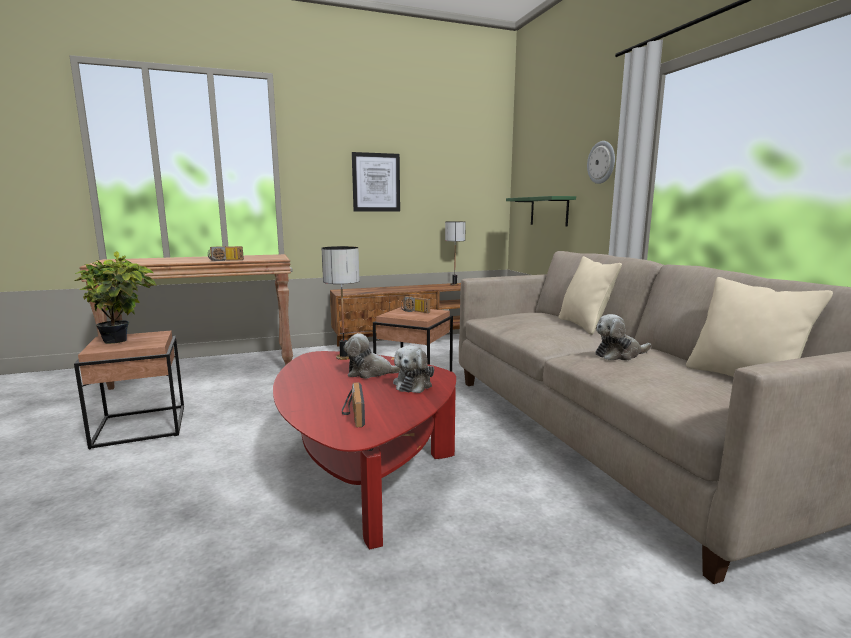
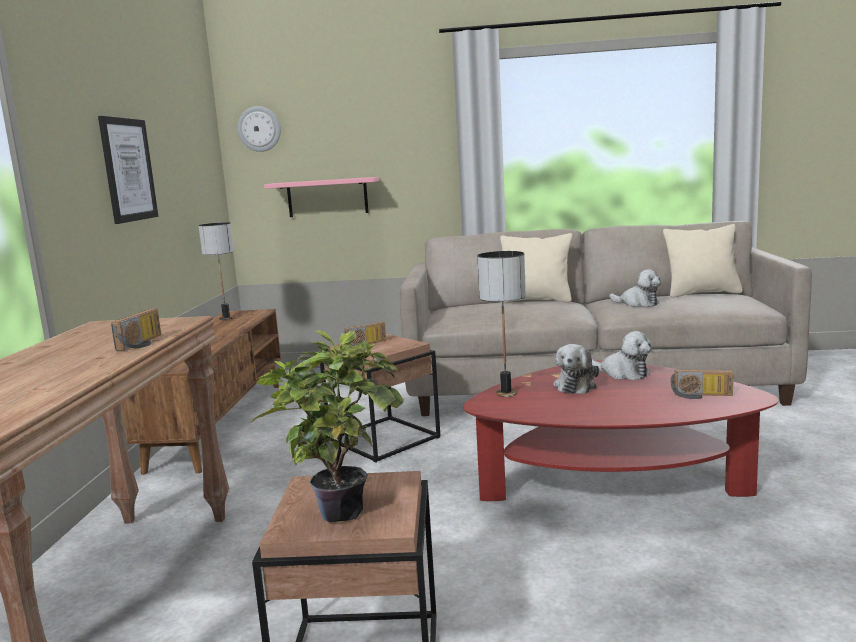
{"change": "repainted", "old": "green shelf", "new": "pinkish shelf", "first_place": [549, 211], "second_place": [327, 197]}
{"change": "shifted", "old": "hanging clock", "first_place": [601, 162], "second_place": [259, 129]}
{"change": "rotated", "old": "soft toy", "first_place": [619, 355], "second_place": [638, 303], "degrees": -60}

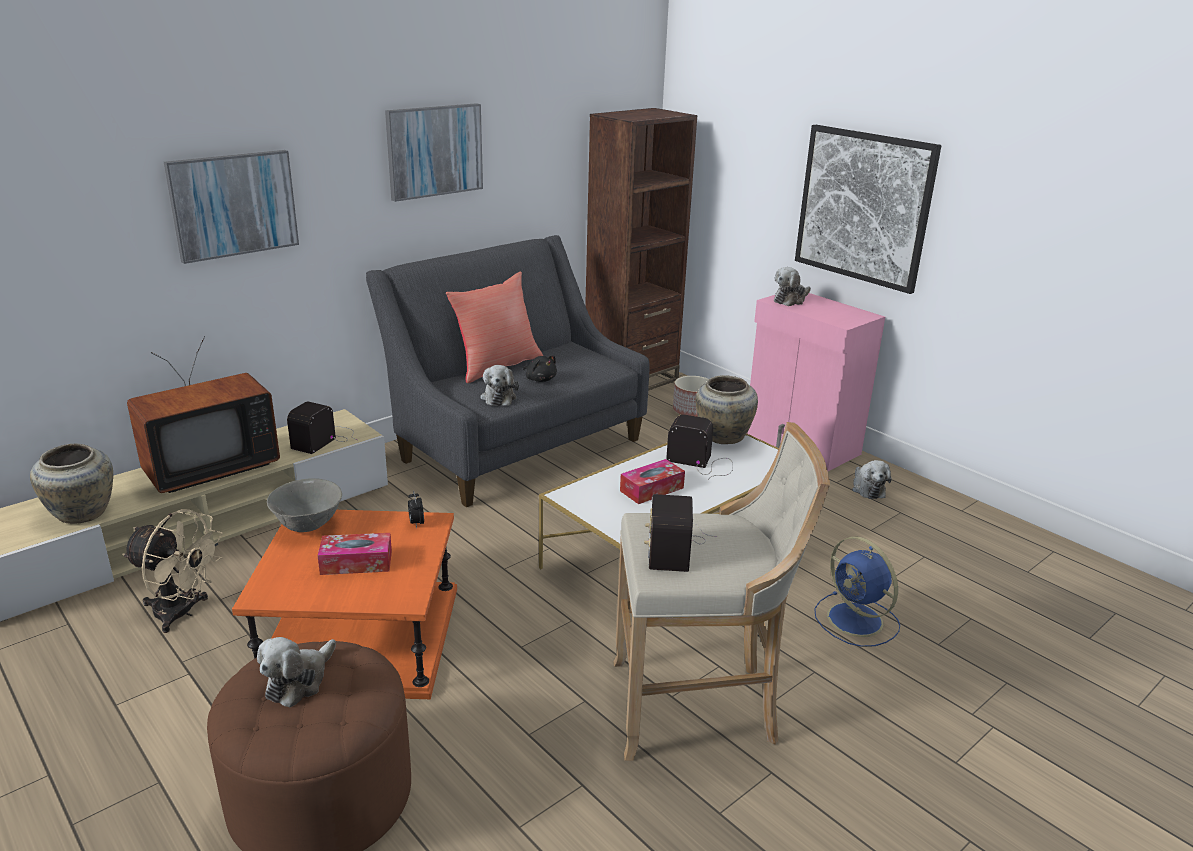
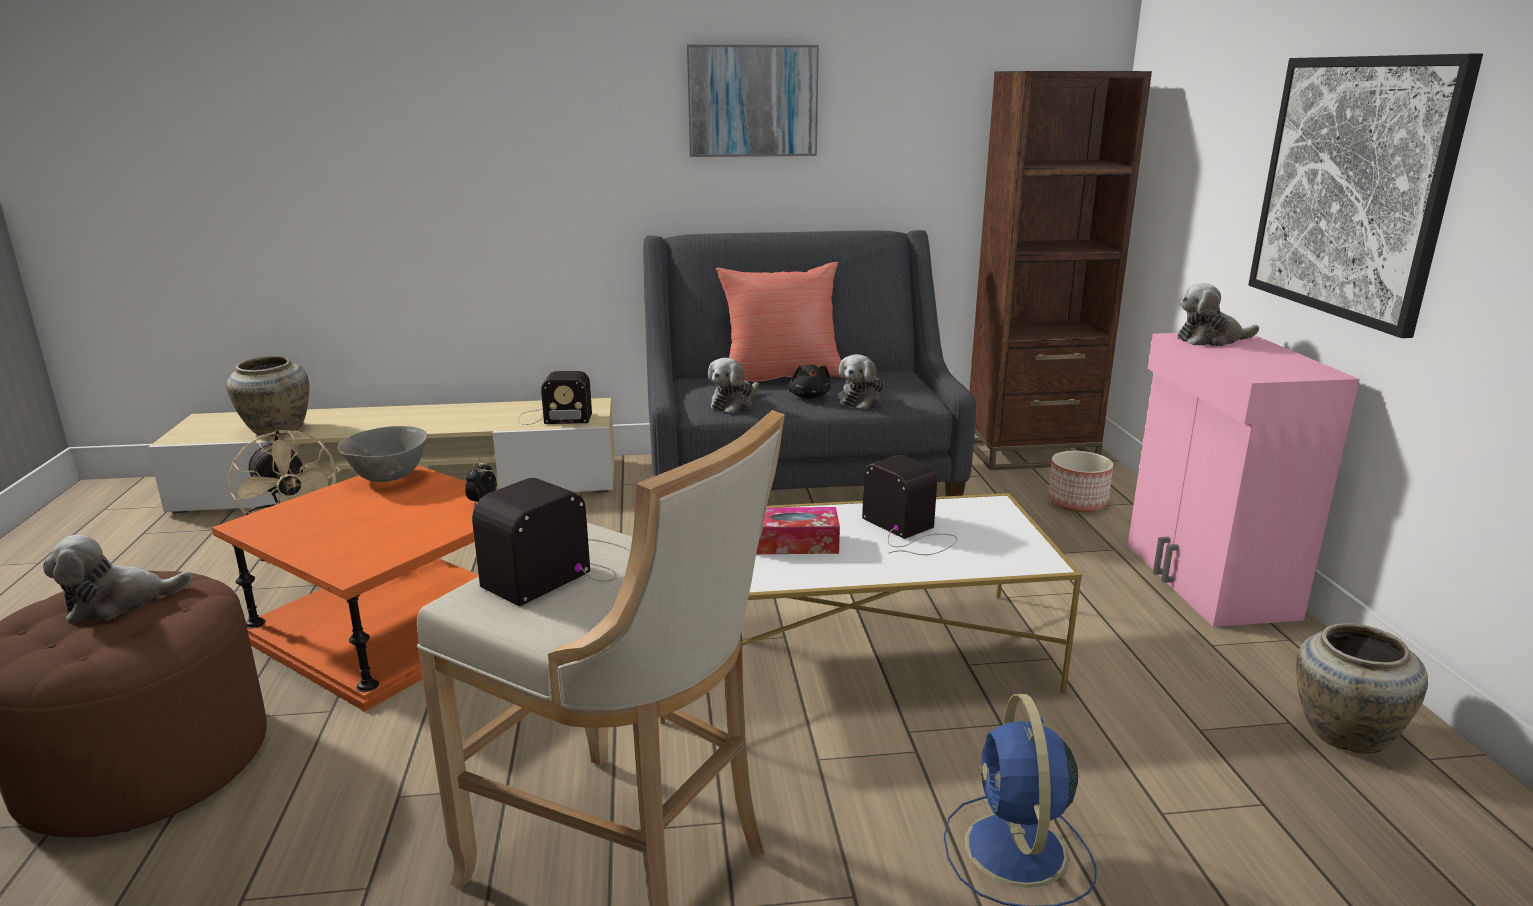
{"change": "gone", "old": "television", "first_place": [208, 468]}
{"change": "gone", "old": "picture", "first_place": [233, 205]}
{"change": "rotated", "old": "radio set", "first_place": [325, 438], "second_place": [552, 417], "degrees": -150}
{"change": "gone", "old": "tissue box", "first_place": [356, 563]}
{"change": "shifted", "old": "beige decorative vase", "first_place": [722, 437], "second_place": [1342, 733]}
{"change": "shifted", "old": "soft toy", "first_place": [867, 488], "second_place": [861, 399]}

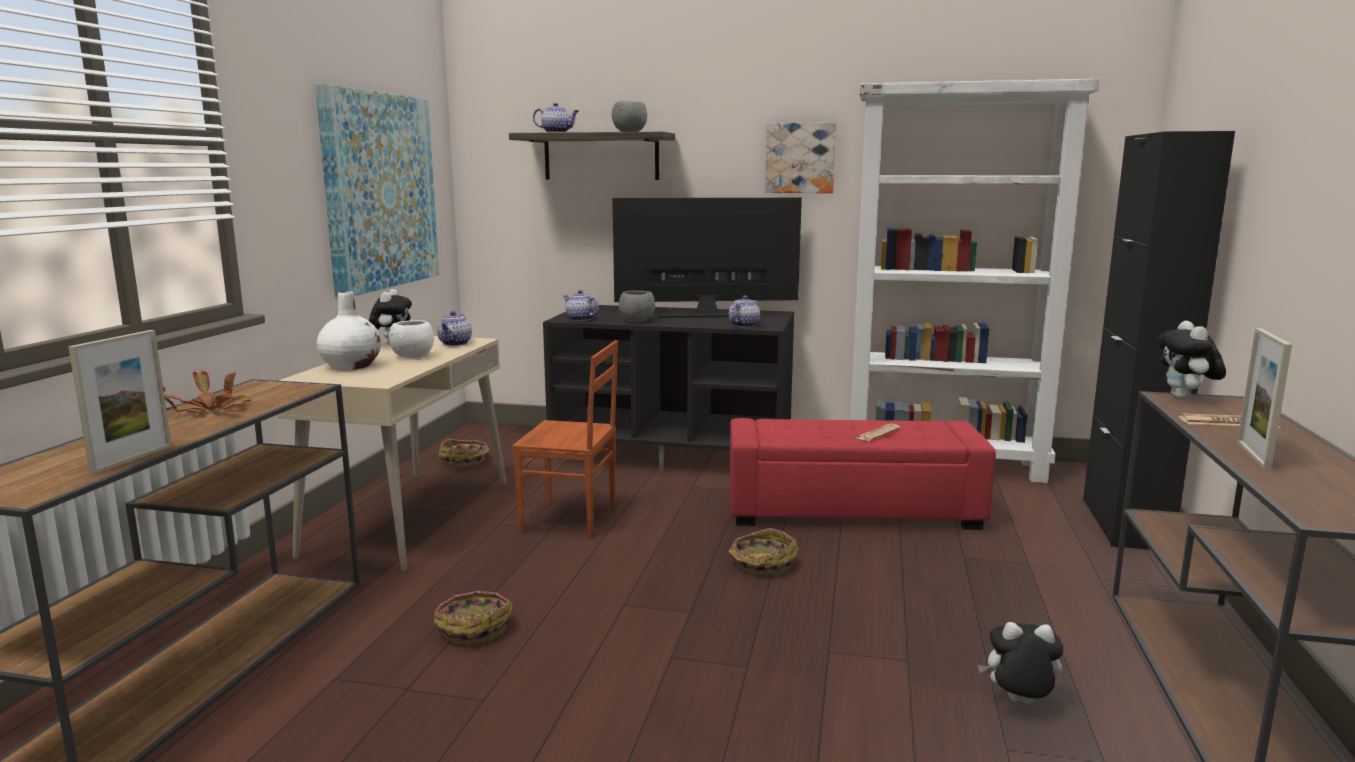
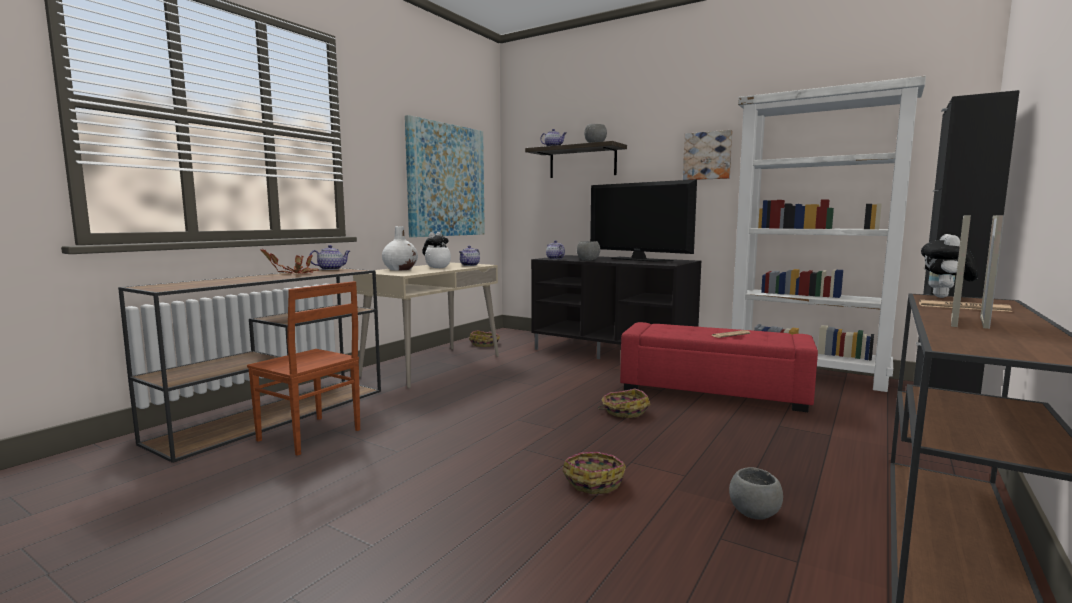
{"change": "shifted", "old": "picture frame", "first_place": [132, 459], "second_place": [984, 322]}
{"change": "shifted", "old": "basket", "first_place": [474, 628], "second_place": [594, 481]}
{"change": "shifted", "old": "brown-coloured upright chair", "first_place": [570, 518], "second_place": [309, 436]}
{"change": "rotated", "old": "television", "first_place": [707, 314], "second_place": [638, 259], "degrees": -150}
{"change": "shifted", "old": "pot for tea", "first_place": [744, 325], "second_place": [331, 269]}
{"change": "swapped", "old": "soft toy", "new": "grey deep dish", "first_place": [1018, 703], "second_place": [753, 513]}

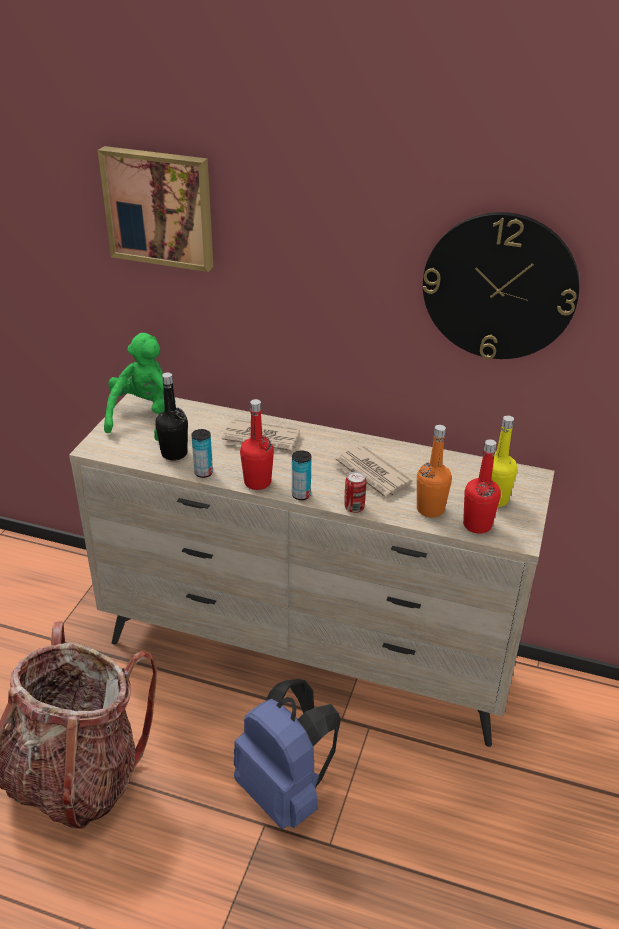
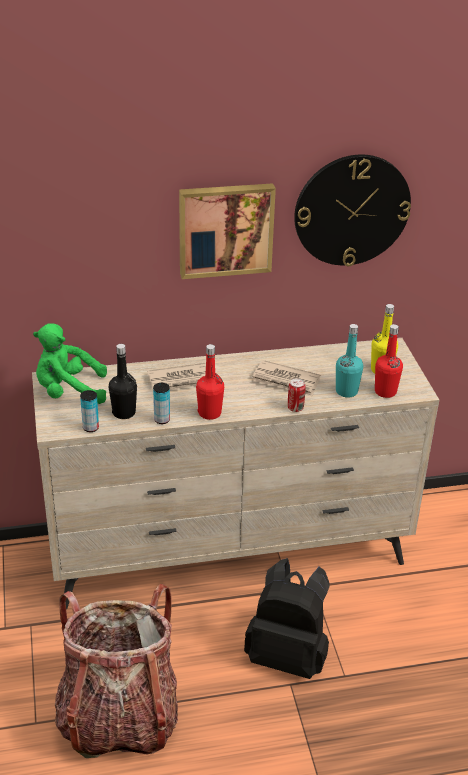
{"change": "shifted", "old": "picture", "first_place": [160, 207], "second_place": [225, 229]}
{"change": "rotated", "old": "green soft toy", "first_place": [144, 417], "second_place": [69, 392], "degrees": -75}
{"change": "repainted", "old": "blue-coloured rucksack", "new": "black-coloured rucksack", "first_place": [285, 791], "second_place": [288, 656]}
{"change": "shifted", "old": "metal can", "first_place": [301, 495], "second_place": [91, 428]}
{"change": "repainted", "old": "orange-coloured drink bottle", "new": "turquoise-coloured drink bottle", "first_place": [430, 509], "second_place": [346, 391]}

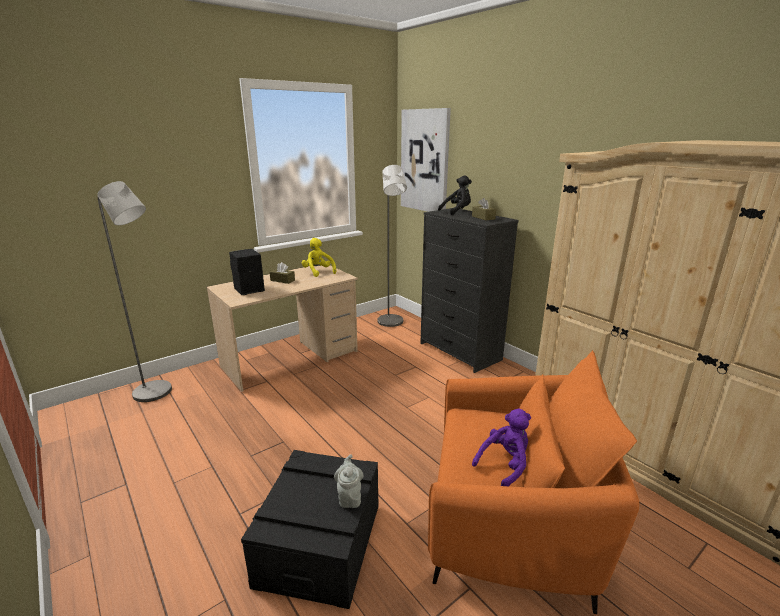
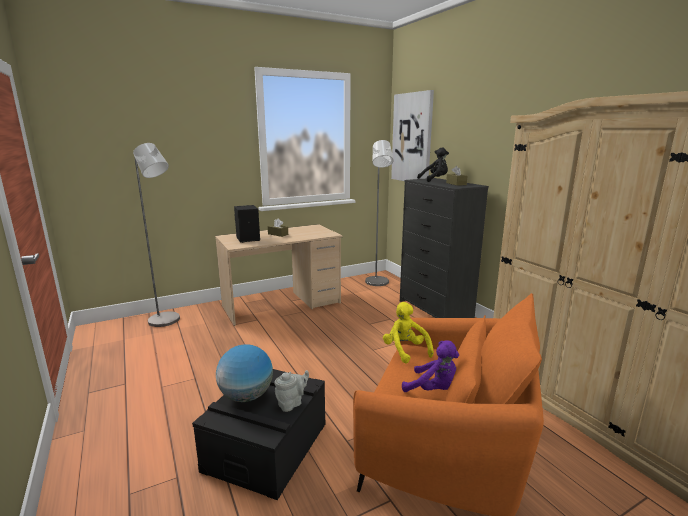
{"change": "shifted", "old": "yellow soft toy", "first_place": [318, 272], "second_place": [405, 351]}
{"change": "rotated", "old": "grey pot for tea", "first_place": [349, 496], "second_place": [291, 403], "degrees": 45}
{"change": "rotated", "old": "purple-coloured soft toy", "first_place": [505, 465], "second_place": [434, 390], "degrees": 60}
{"change": "new", "new": "world globe", "second_place": [246, 396]}

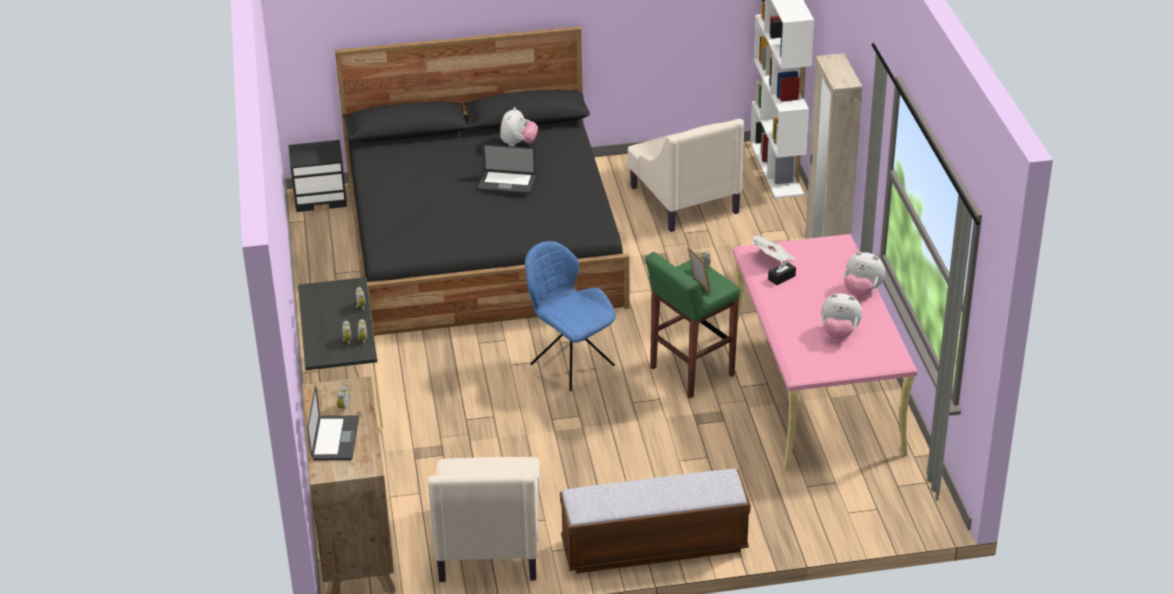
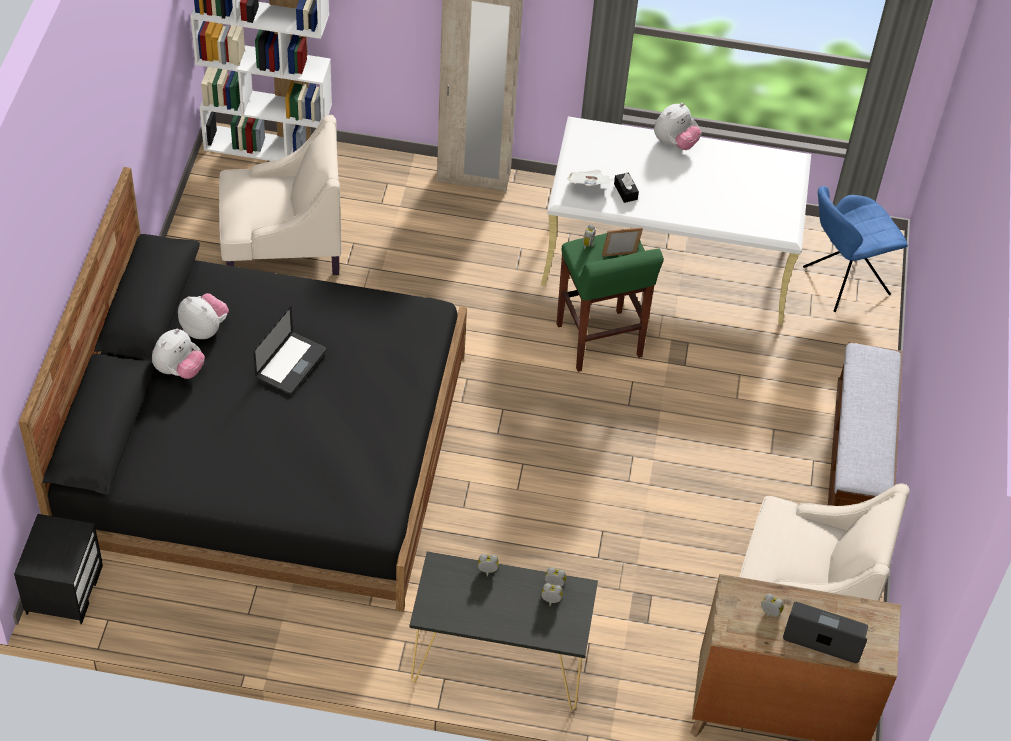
{"change": "shifted", "old": "blue-coloured upright chair", "first_place": [570, 363], "second_place": [843, 281]}
{"change": "repainted", "old": "pinkish desk", "new": "whitish desk", "first_place": [816, 390], "second_place": [669, 257]}
{"change": "shifted", "old": "soft toy", "first_place": [839, 333], "second_place": [179, 370]}

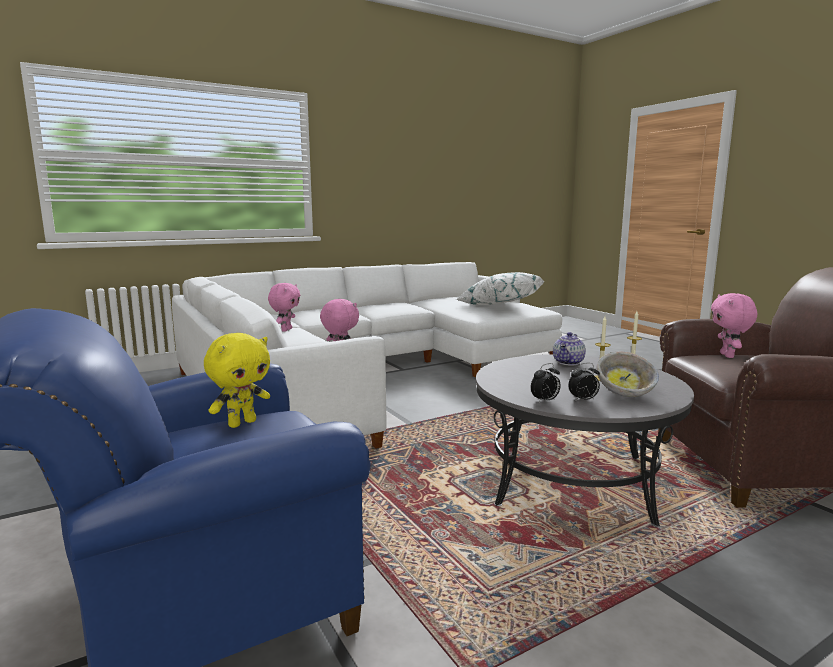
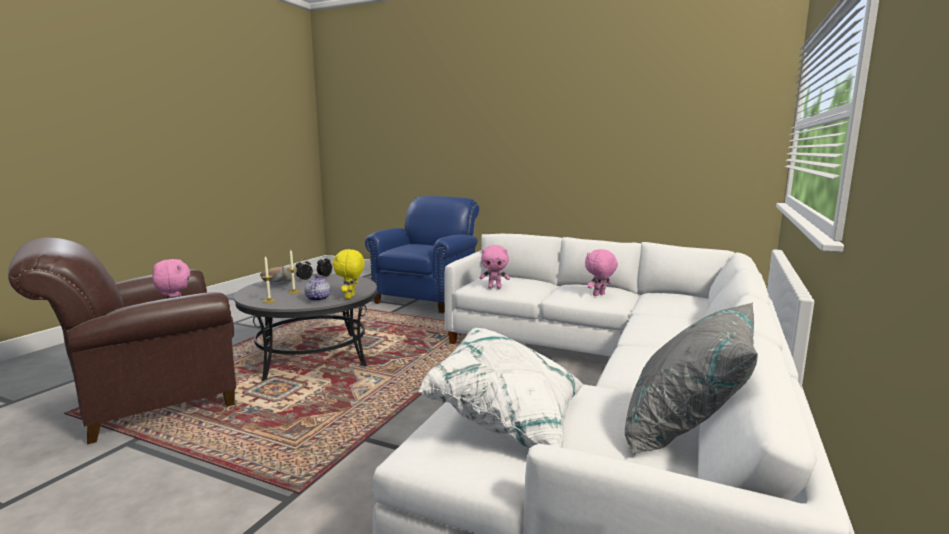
{"change": "shifted", "old": "yellow soft toy", "first_place": [242, 423], "second_place": [350, 297]}
{"change": "rotated", "old": "pinkish soft toy", "first_place": [286, 330], "second_place": [599, 295], "degrees": 75}
{"change": "new", "new": "grey cushion", "second_place": [685, 429]}

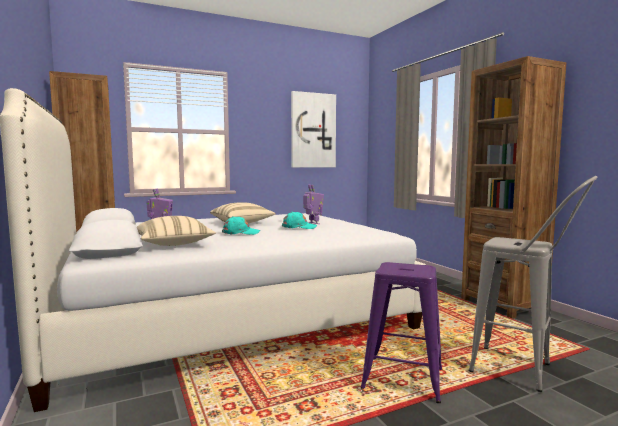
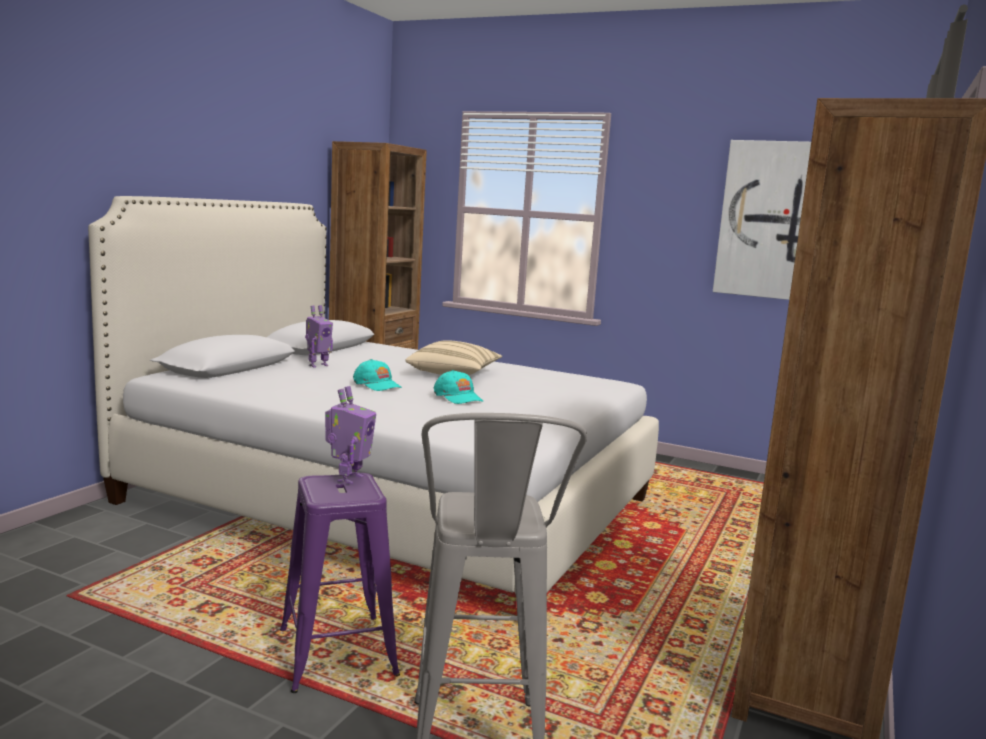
{"change": "gone", "old": "beige cushion", "first_place": [174, 244]}
{"change": "shifted", "old": "robot figure", "first_place": [313, 223], "second_place": [348, 478]}

